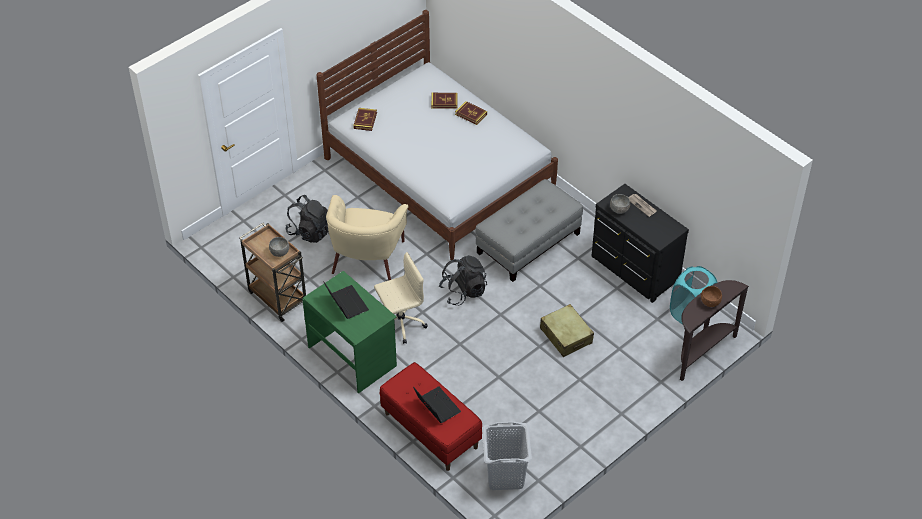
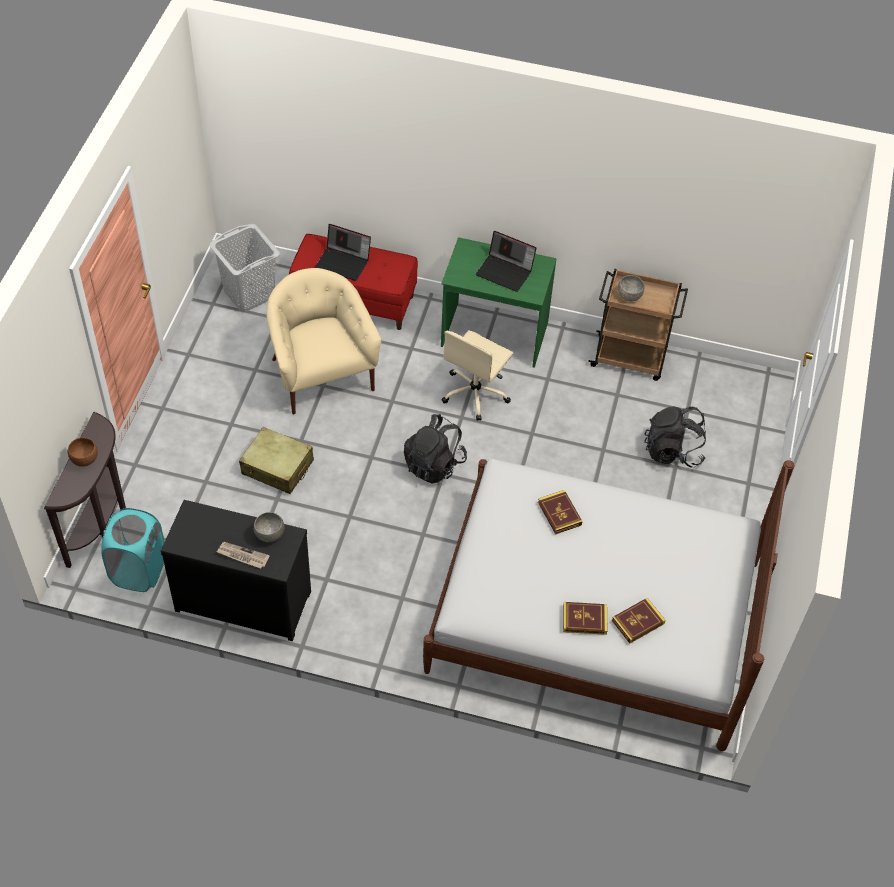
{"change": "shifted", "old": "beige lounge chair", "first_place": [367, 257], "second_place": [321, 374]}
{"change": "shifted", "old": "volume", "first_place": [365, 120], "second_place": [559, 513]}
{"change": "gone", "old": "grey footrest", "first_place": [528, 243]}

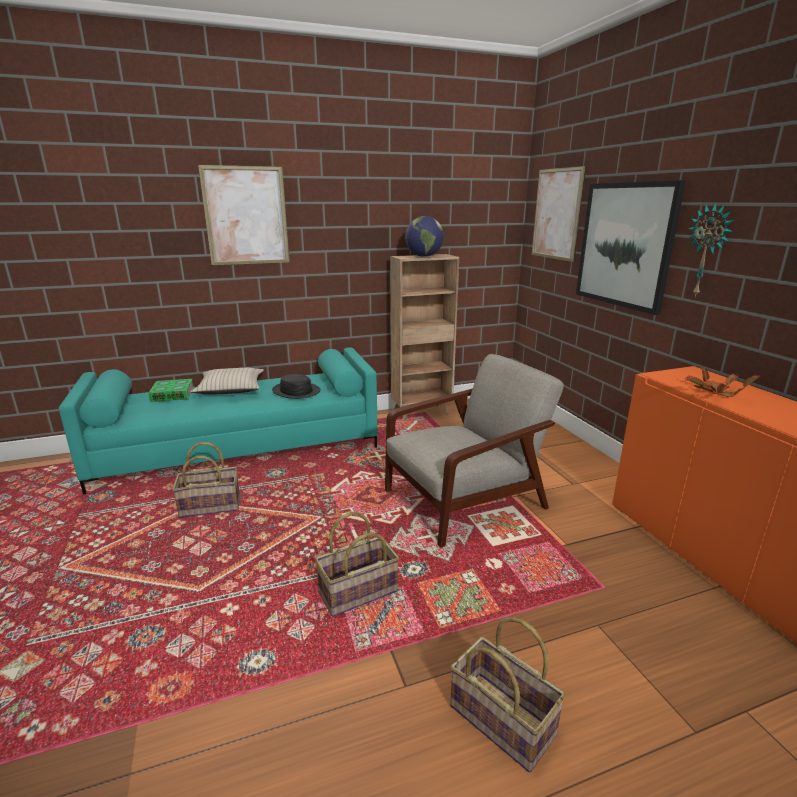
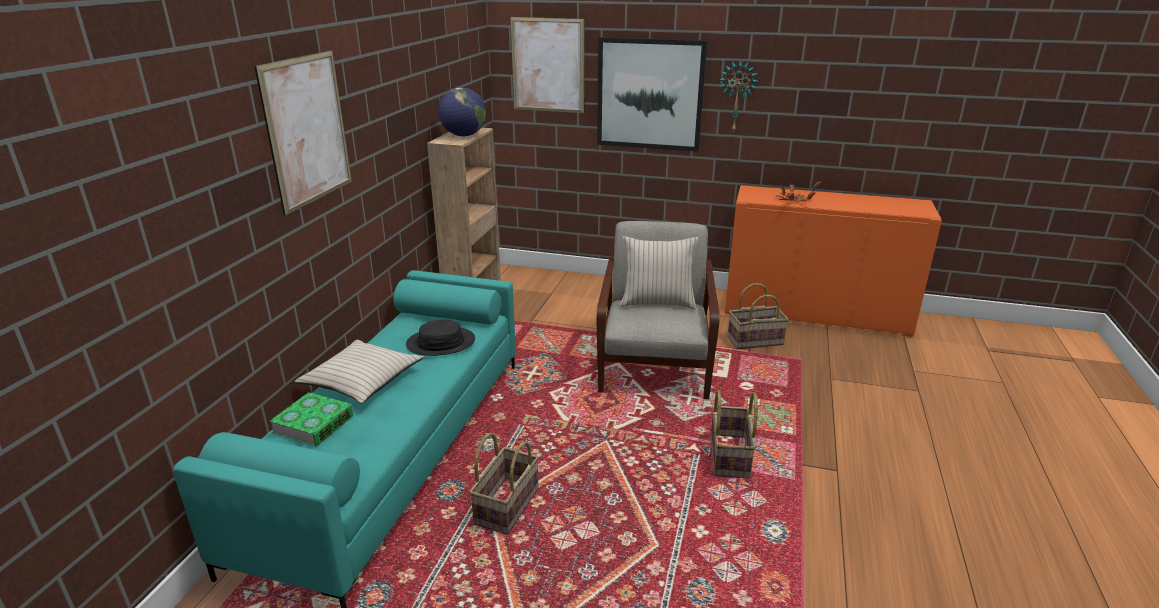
{"change": "shifted", "old": "basket", "first_place": [503, 719], "second_place": [755, 340]}
{"change": "new", "new": "beige cushion", "second_place": [657, 302]}

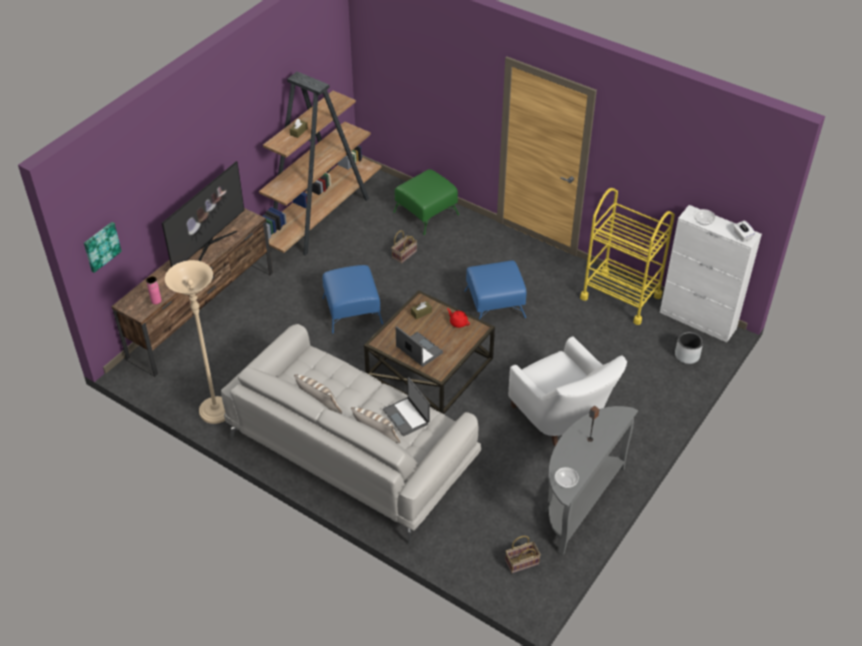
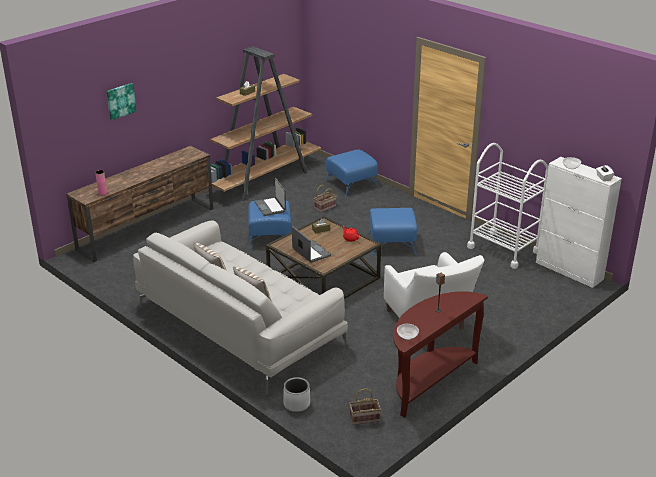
{"change": "shifted", "old": "picture", "first_place": [101, 246], "second_place": [120, 101]}
{"change": "gone", "old": "television", "first_place": [209, 245]}
{"change": "gone", "old": "beige floor lamp", "first_place": [216, 411]}
{"change": "shifted", "old": "laptop", "first_place": [407, 416], "second_place": [271, 207]}
{"change": "repainted", "old": "green footrest", "new": "blue-coloured footrest", "first_place": [425, 213], "second_place": [350, 184]}
{"change": "repainted", "old": "grey narrow table", "new": "brown-coloured narrow table", "first_place": [578, 501], "second_place": [429, 381]}
{"change": "repainted", "old": "yellow cart", "new": "whitish cart", "first_place": [620, 297], "second_place": [503, 249]}
{"change": "shifted", "old": "grey plant pot", "first_place": [686, 355], "second_place": [296, 403]}

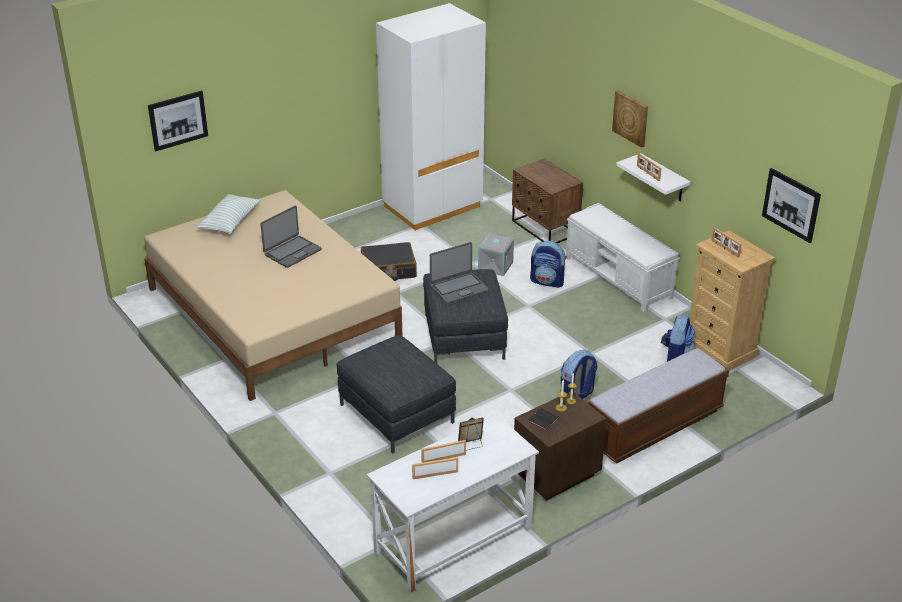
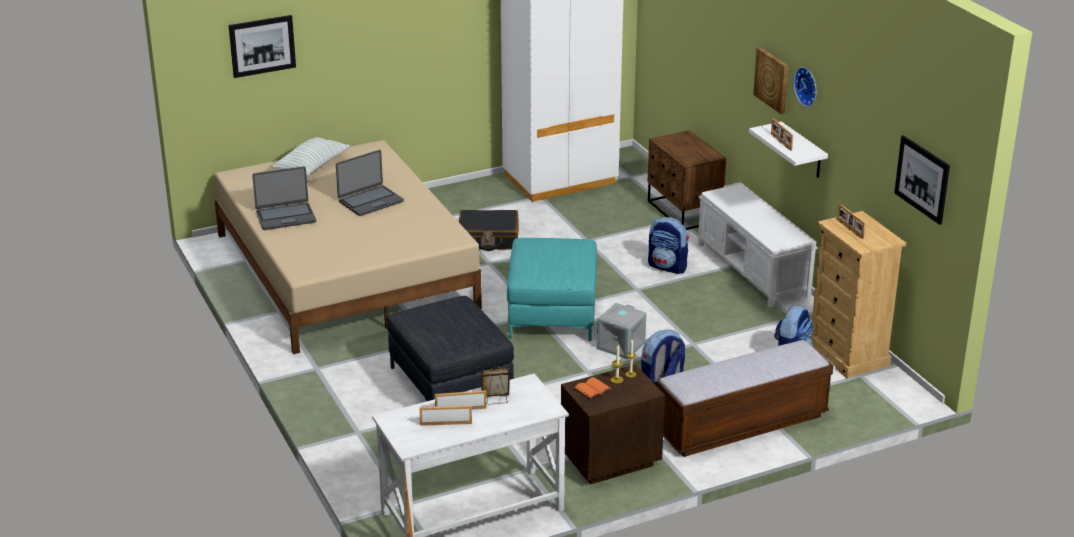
{"change": "repainted", "old": "grey footrest", "new": "turquoise-coloured footrest", "first_place": [463, 336], "second_place": [551, 313]}
{"change": "shifted", "old": "laptop", "first_place": [458, 288], "second_place": [285, 217]}
{"change": "shifted", "old": "grey storage container", "first_place": [496, 266], "second_place": [621, 346]}
{"change": "repainted", "old": "black-coloured volume", "new": "orange-coloured volume", "first_place": [543, 420], "second_place": [592, 390]}
{"change": "new", "new": "hanging clock", "second_place": [807, 86]}

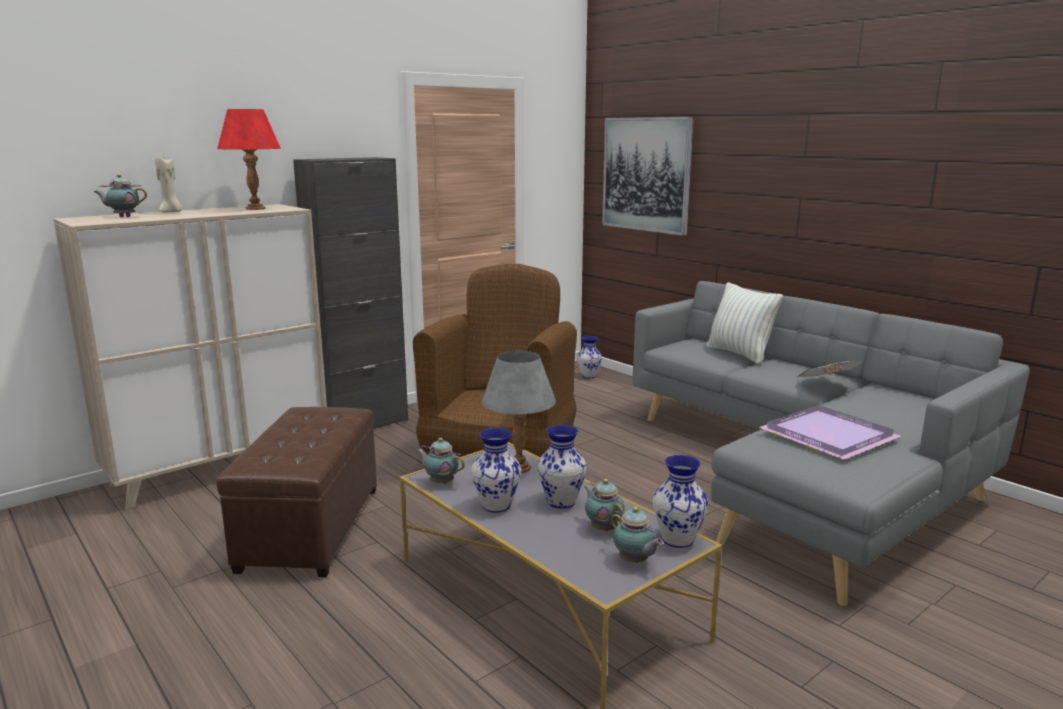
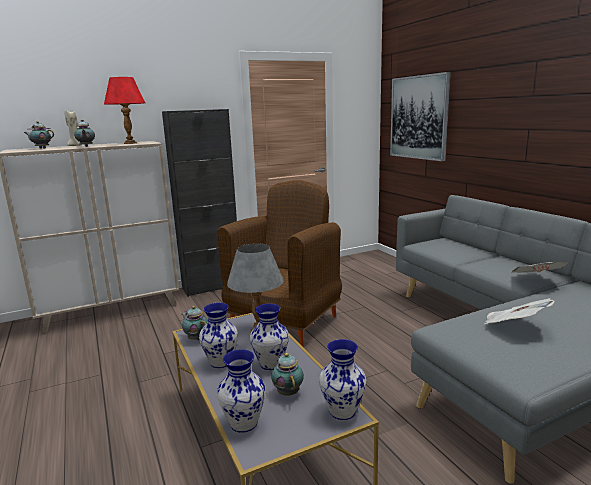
{"change": "gone", "old": "brown-coloured footrest", "first_place": [310, 528]}
{"change": "shifted", "old": "decorative vase", "first_place": [588, 376], "second_place": [243, 423]}
{"change": "shifted", "old": "pot for tea", "first_place": [634, 561], "second_place": [86, 147]}
{"change": "gone", "old": "cushion", "first_place": [739, 354]}
{"change": "swapped", "old": "purple-coloured serving tray", "new": "newspaper", "first_place": [825, 436], "second_place": [514, 326]}

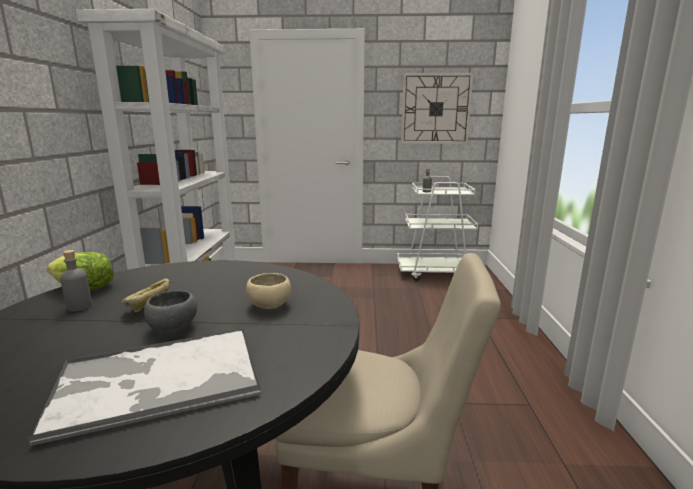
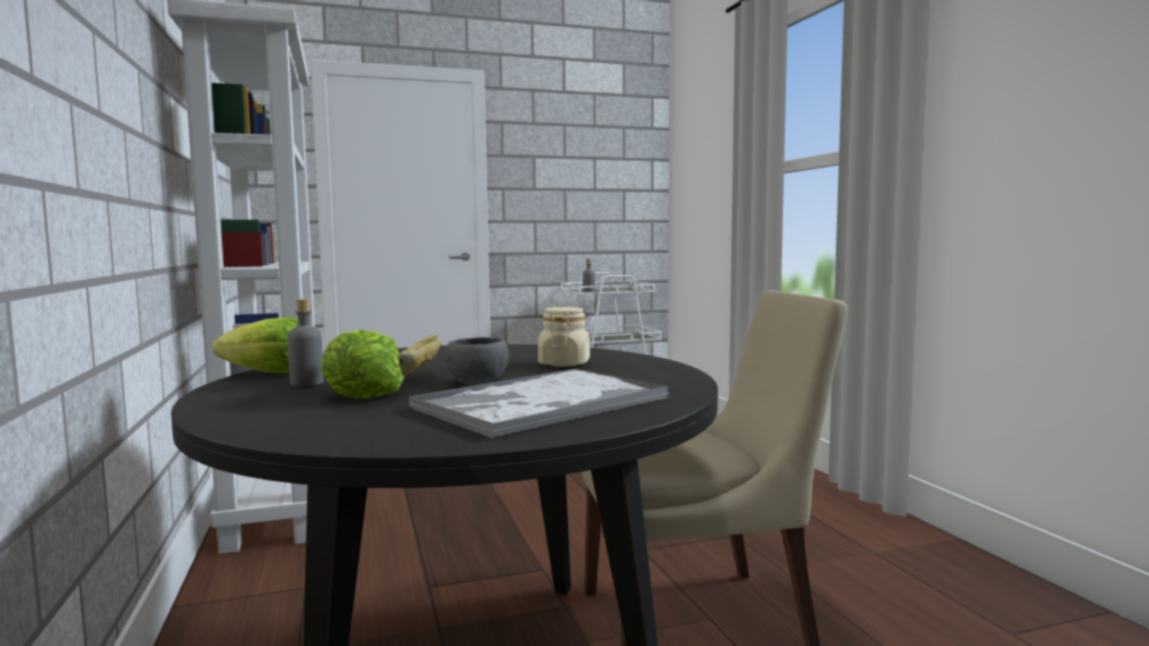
{"change": "swapped", "old": "beige deep dish", "new": "beige jar", "first_place": [270, 306], "second_place": [564, 364]}
{"change": "gone", "old": "hanging clock", "first_place": [435, 109]}
{"change": "new", "new": "head of lettuce", "second_place": [361, 393]}

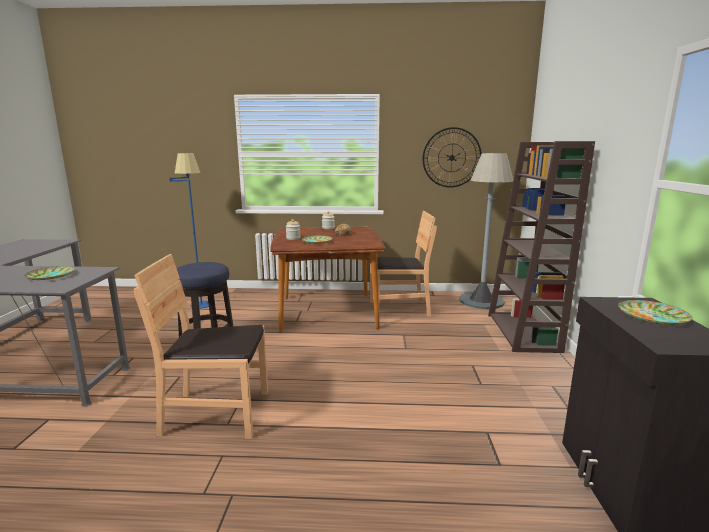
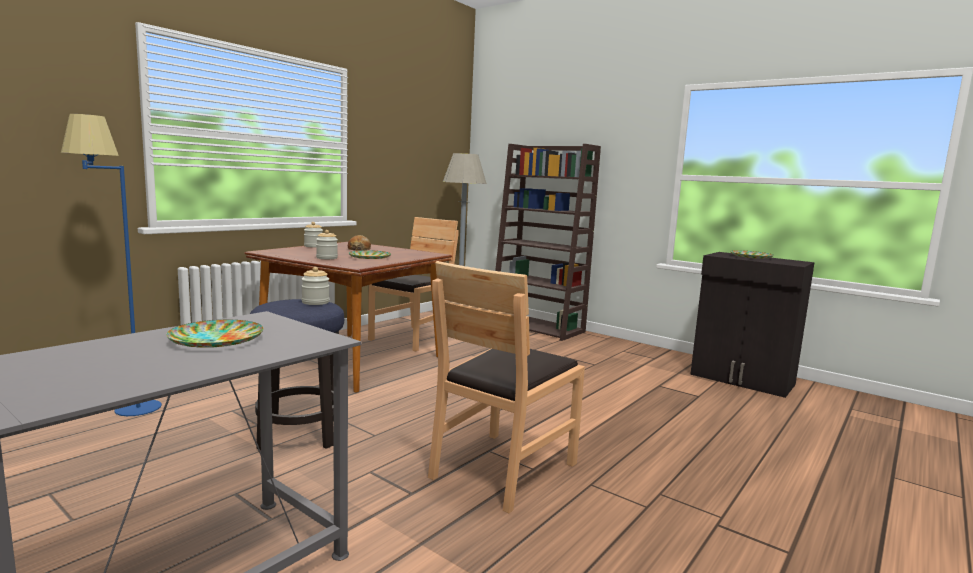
{"change": "gone", "old": "hanging clock", "first_place": [451, 157]}
{"change": "new", "new": "jar", "second_place": [315, 302]}

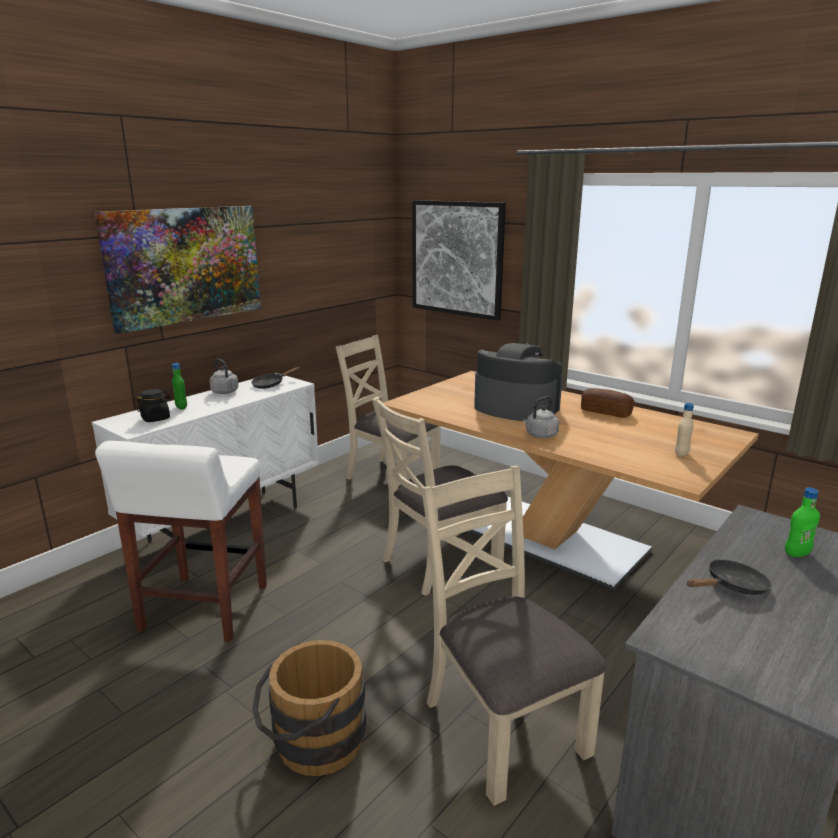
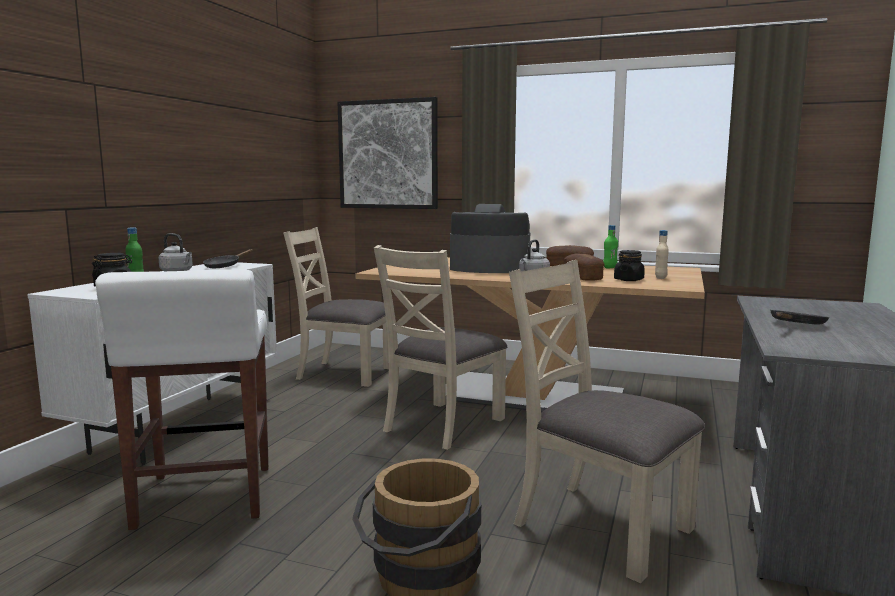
{"change": "gone", "old": "picture", "first_place": [185, 265]}
{"change": "shifted", "old": "green drink bottle", "first_place": [797, 553], "second_place": [609, 267]}
{"change": "new", "new": "baked bread", "second_place": [582, 277]}
{"change": "new", "new": "black-coloured jar", "second_place": [628, 280]}

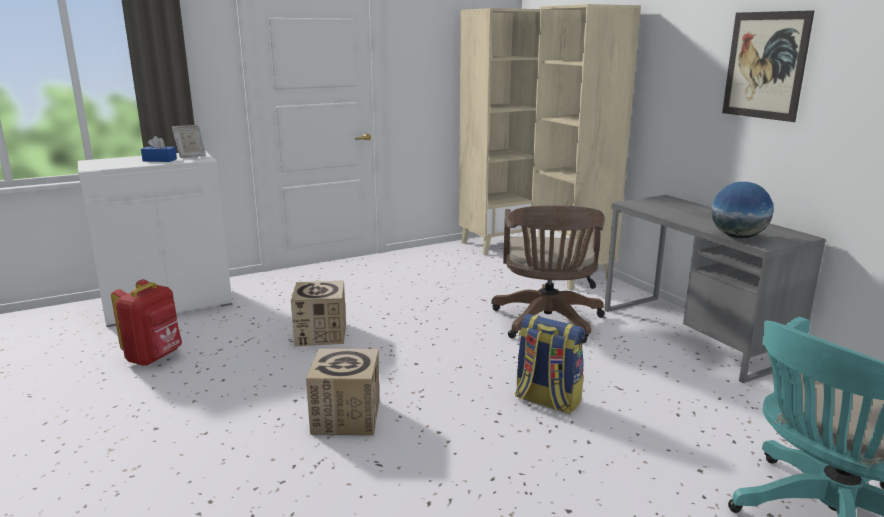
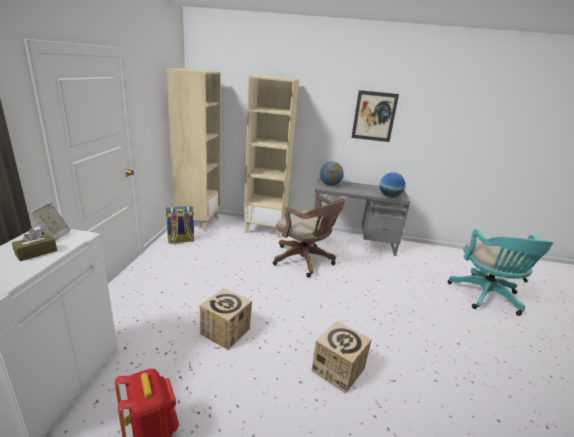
{"change": "repainted", "old": "blue-coloured tissue box", "new": "brown-coloured tissue box", "first_place": [160, 160], "second_place": [36, 252]}
{"change": "shifted", "old": "rucksack", "first_place": [546, 401], "second_place": [181, 240]}
{"change": "new", "new": "world globe", "second_place": [330, 184]}

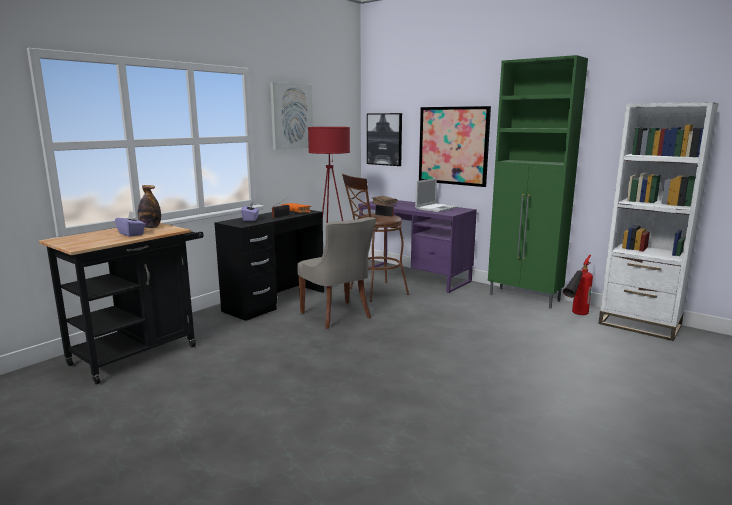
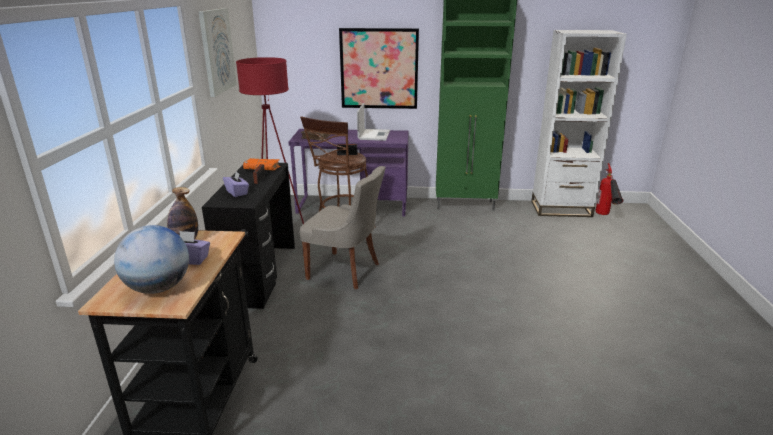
{"change": "gone", "old": "picture", "first_place": [384, 139]}
{"change": "shifted", "old": "extinguisher", "first_place": [575, 316], "second_place": [605, 217]}
{"change": "new", "new": "world globe", "second_place": [158, 288]}

